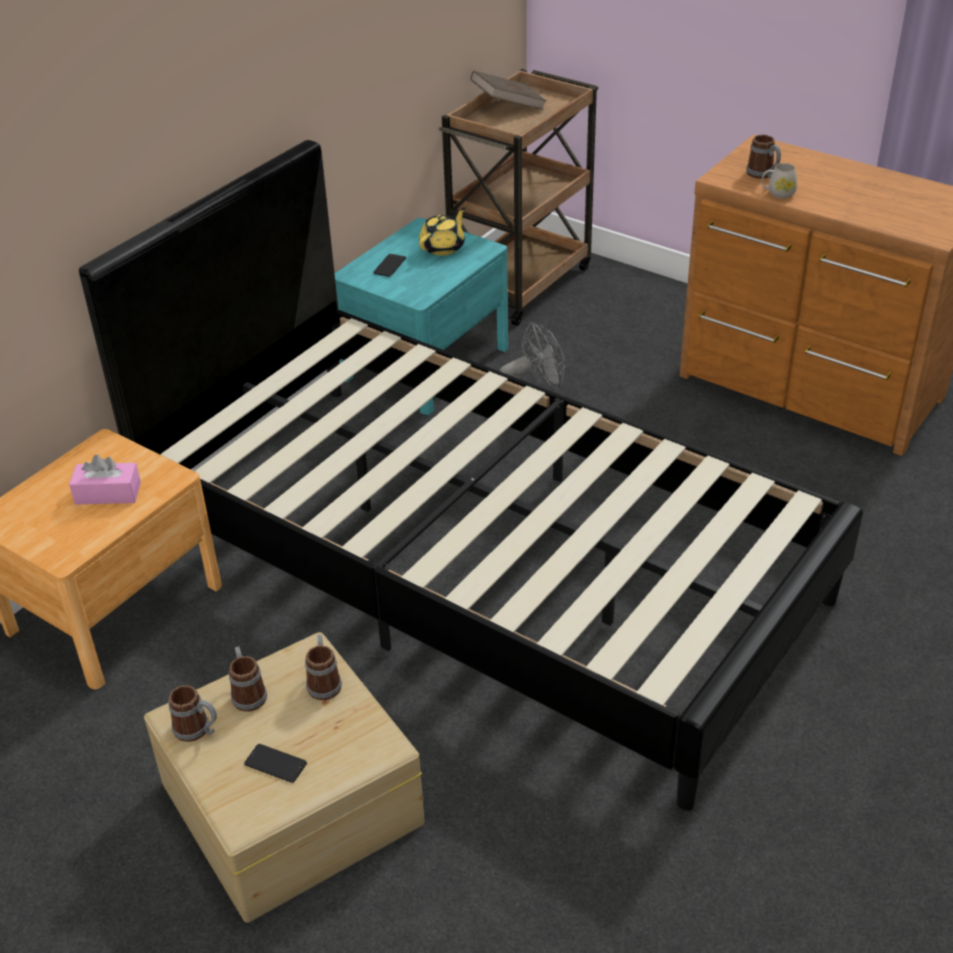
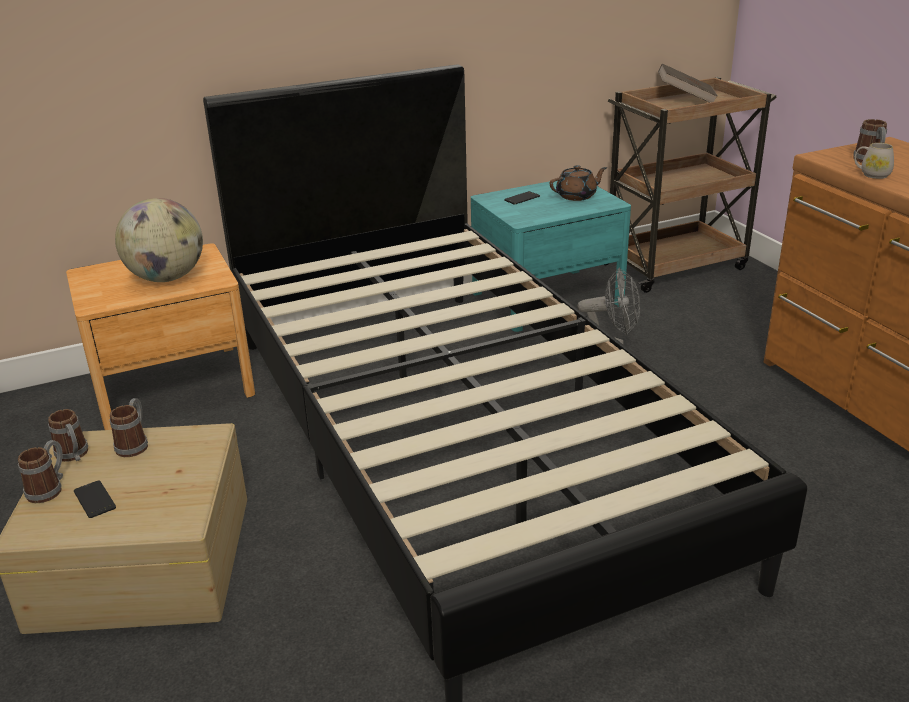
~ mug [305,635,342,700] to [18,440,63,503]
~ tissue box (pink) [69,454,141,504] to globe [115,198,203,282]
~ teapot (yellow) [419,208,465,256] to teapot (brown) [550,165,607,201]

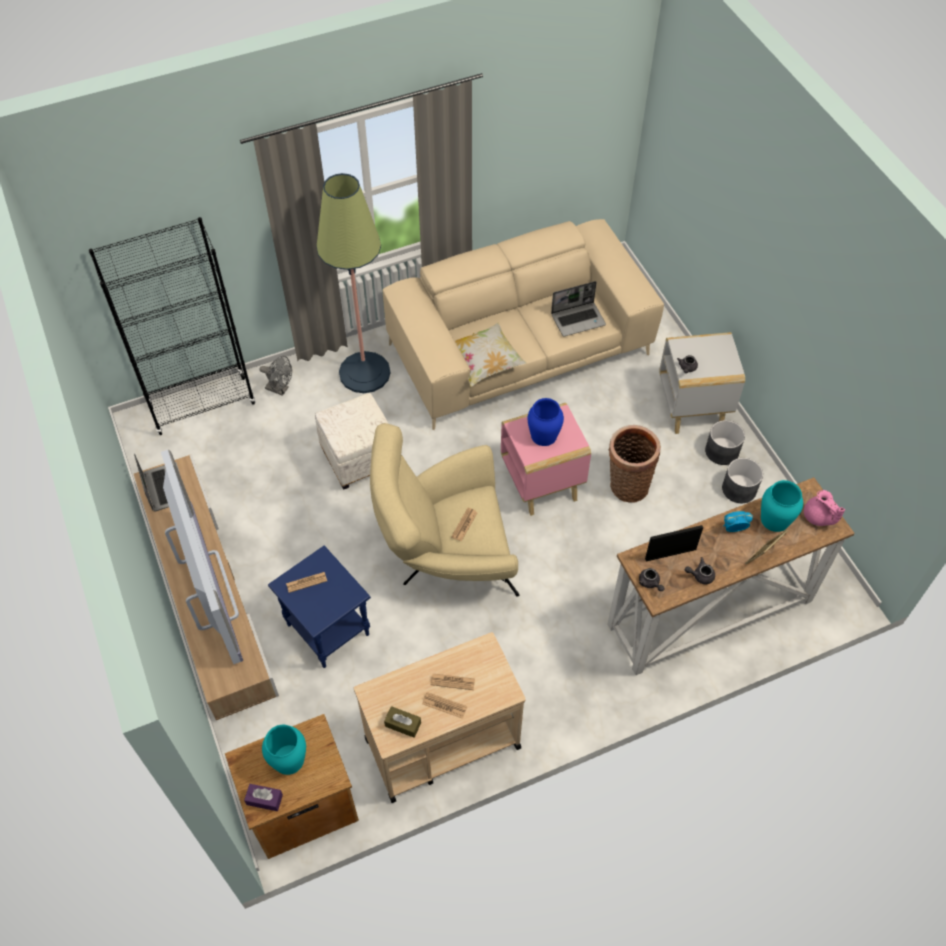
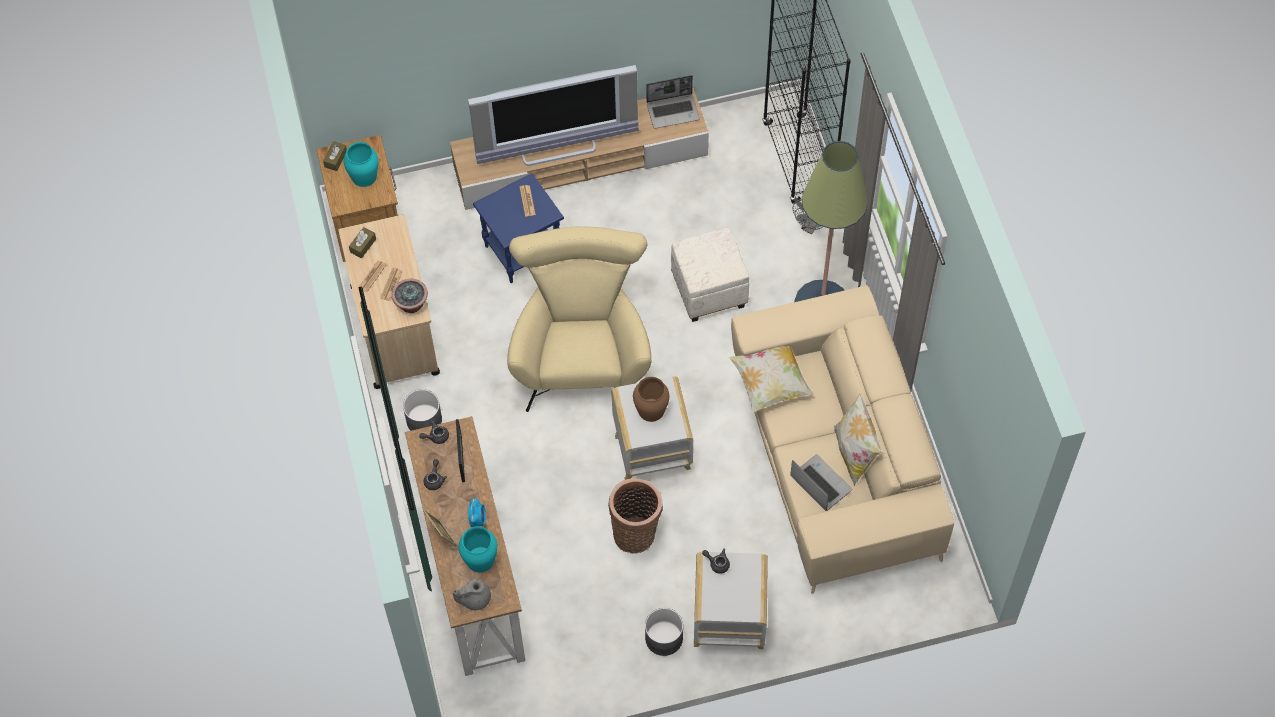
~ tissue box (purple) [244,784,283,811] to tissue box (brown) [323,141,347,171]
+ potted plant [392,279,428,313]
~ planter (grey) [722,458,763,503] to [403,389,442,431]
~ teapot (pink) [804,490,845,526] to teapot (grey) [452,578,491,610]
~ side table (pink) [501,403,591,516] to side table (white) [611,376,693,480]
~ vase (blue) [528,398,564,446] to vase (brown) [633,377,669,422]
~ laptop [551,281,606,337] = [790,454,852,511] 150 degrees clockwise
+ pillow [834,394,882,486]
- newspaper [451,508,478,542]

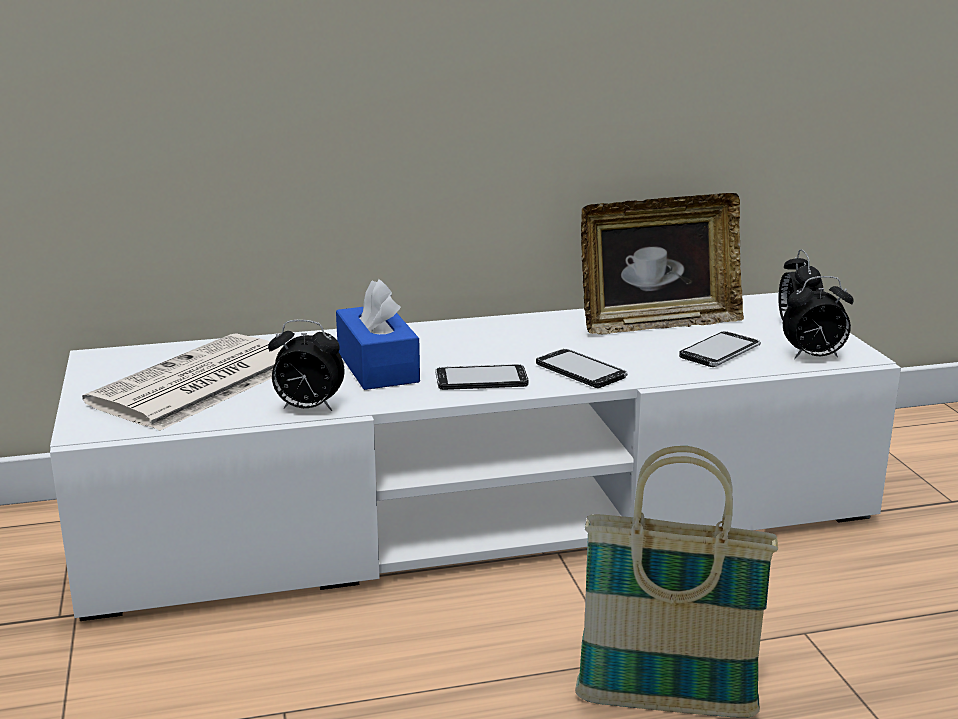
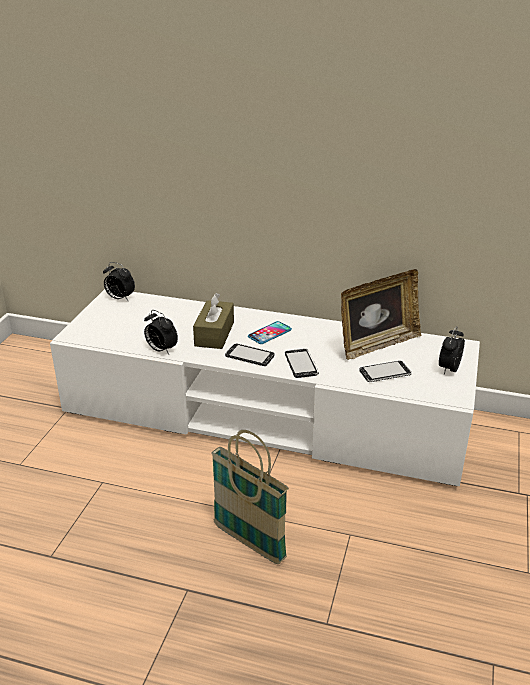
~ alarm clock [783,276,854,359] to [103,262,135,301]
~ tissue box (blue) [336,279,420,390] to tissue box (brown) [193,293,234,349]
+ phone [248,321,292,344]
~ picture frame [581,193,744,334] = [341,269,421,360] 45 degrees counterclockwise
- newspaper [82,333,283,431]

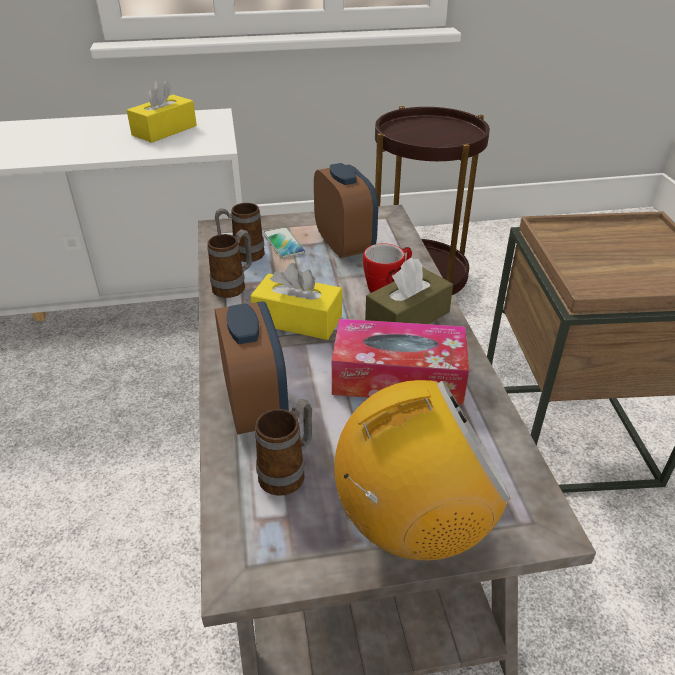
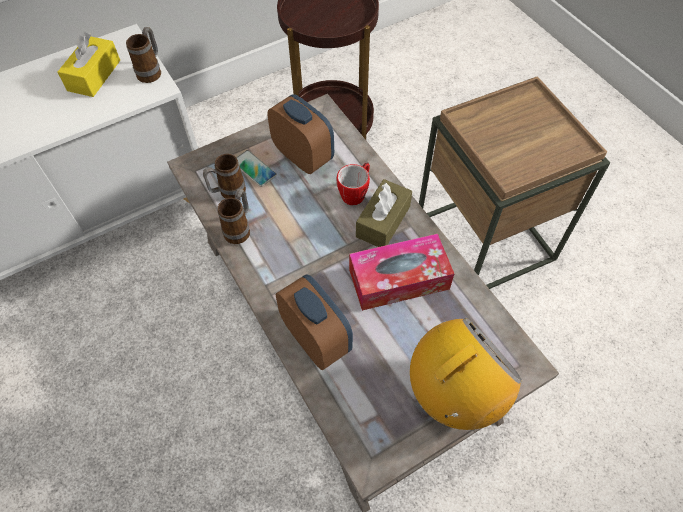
~ mug [255,399,312,496] to [126,27,161,83]
- tissue box (yellow) [250,263,342,340]

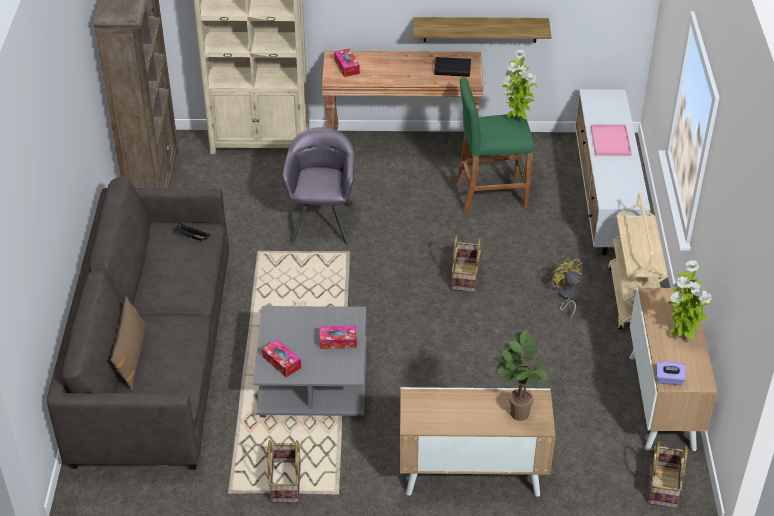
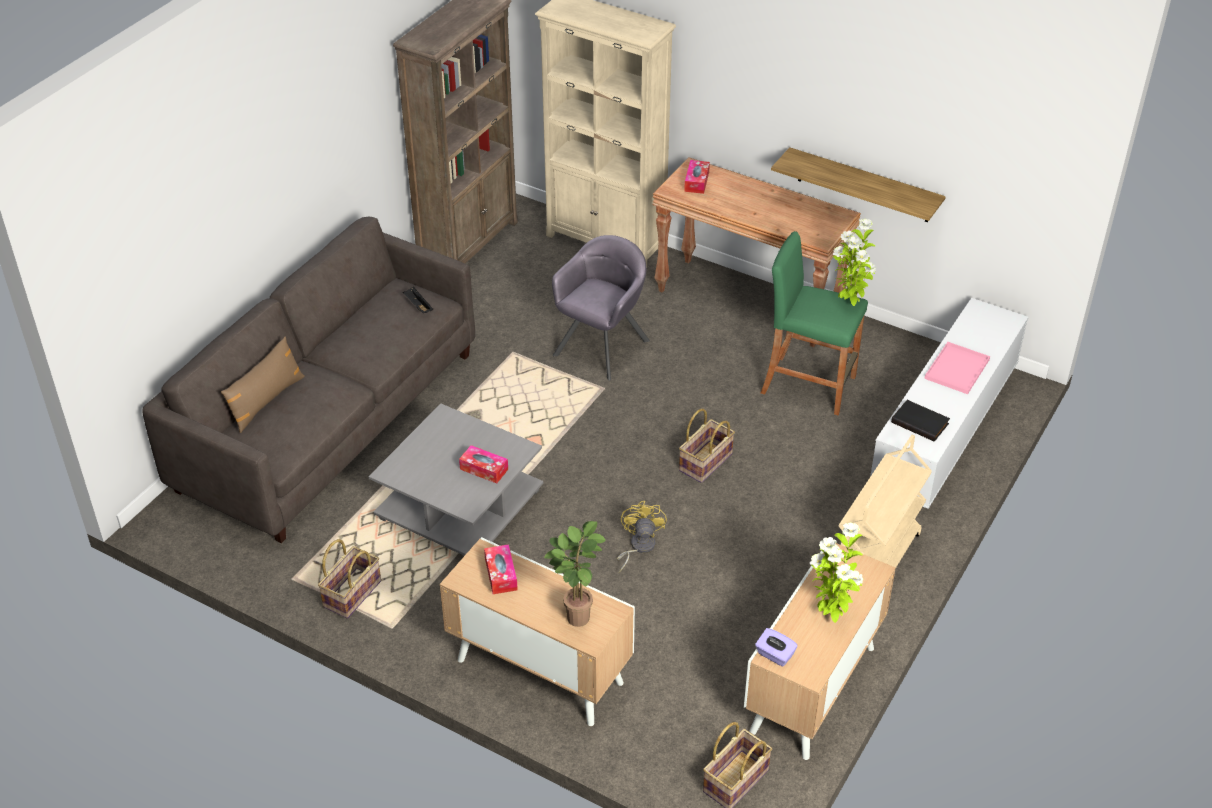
~ tissue box [262,339,301,377] to [484,544,518,594]
~ fan (yellow) [552,258,583,318] to [617,501,667,573]
~ book (black) [434,57,471,77] to [891,400,950,442]

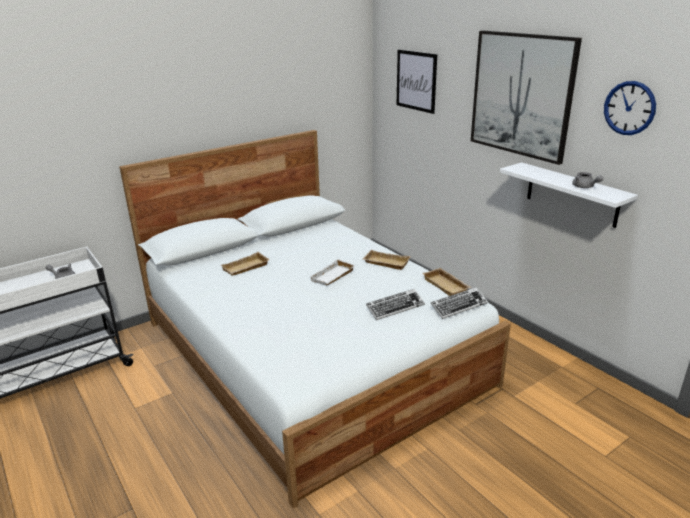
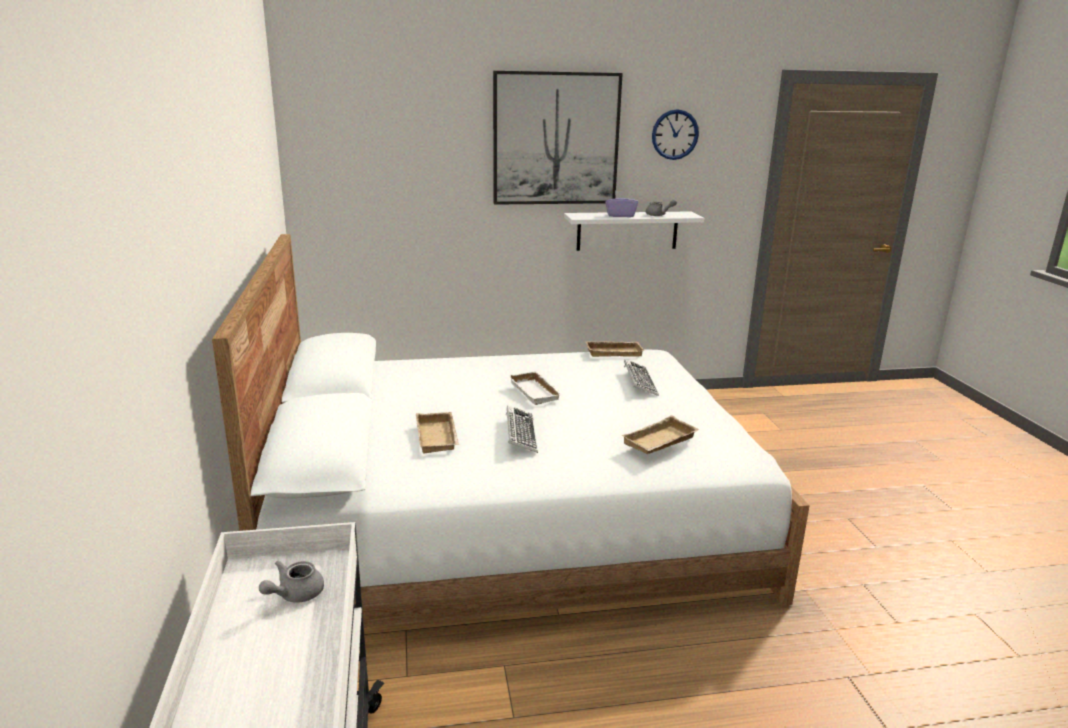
~ keyboard [430,287,488,319] to [506,405,538,453]
+ tissue box (purple) [605,191,638,217]
~ tray (beige) [362,250,411,270] to [621,415,699,454]
- picture [397,50,437,114]

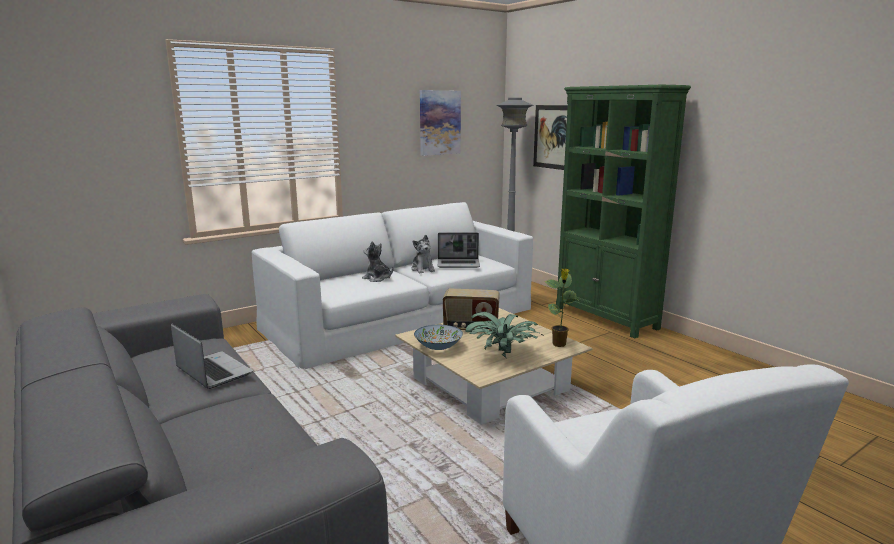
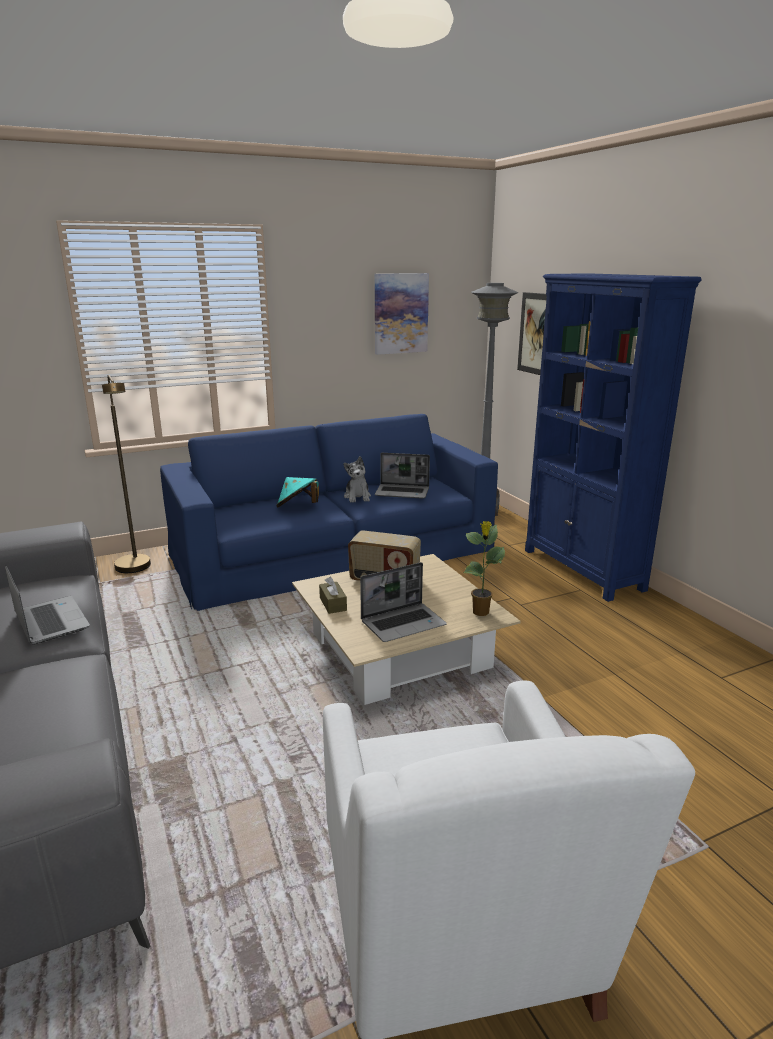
+ floor lamp (brown) [102,375,151,573]
~ sofa (white) [252,202,533,369] to sofa (blue) [160,414,498,611]
~ plush toy [362,241,394,282] to hat (turquoise) [276,477,319,507]
~ bowl [414,325,463,350] to tissue box (brown) [319,577,347,614]
~ potted plant [465,312,545,359] to laptop [360,562,447,642]
~ bookcase (green) [556,85,691,338] to bookcase (blue) [525,273,702,602]

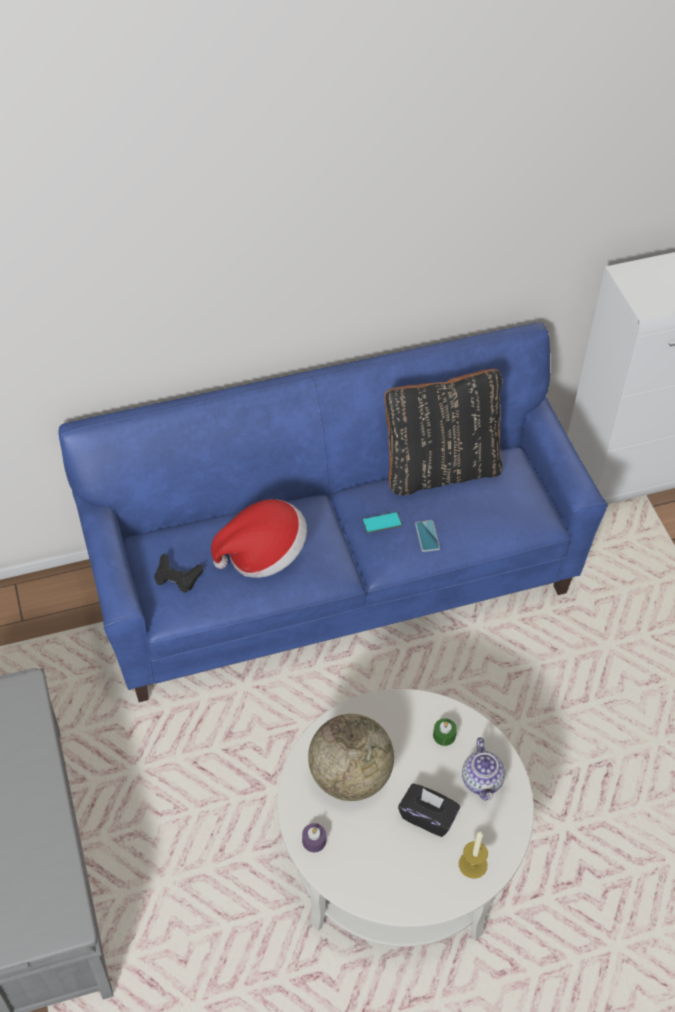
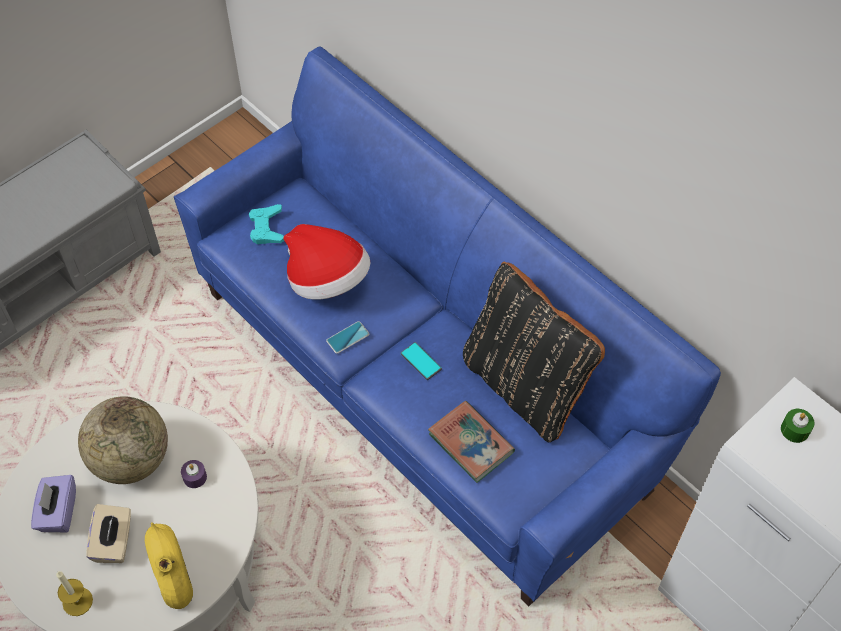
+ tissue box (purple) [31,475,76,532]
~ tissue box (black) [398,784,460,837] to tissue box (beige) [86,504,131,563]
~ teapot [462,737,505,801] to vase (yellow) [145,522,193,609]
~ candle (purple) [302,823,326,852] to [181,460,207,488]
~ game controller (black) [154,553,203,593] to game controller (turquoise) [249,204,284,244]
~ phone [415,520,440,552] to [326,321,369,354]
+ book [428,401,515,483]
~ candle (green) [433,718,457,746] to [781,409,815,443]

